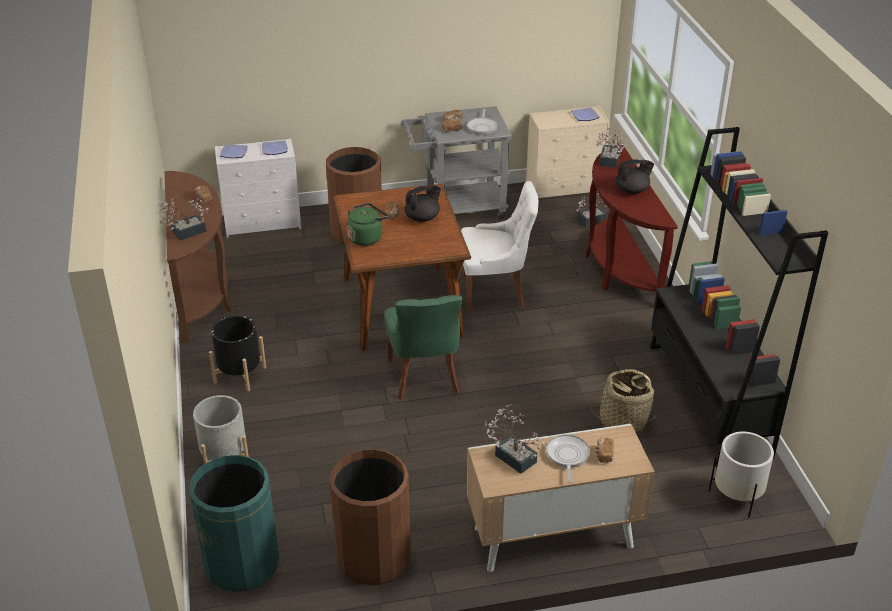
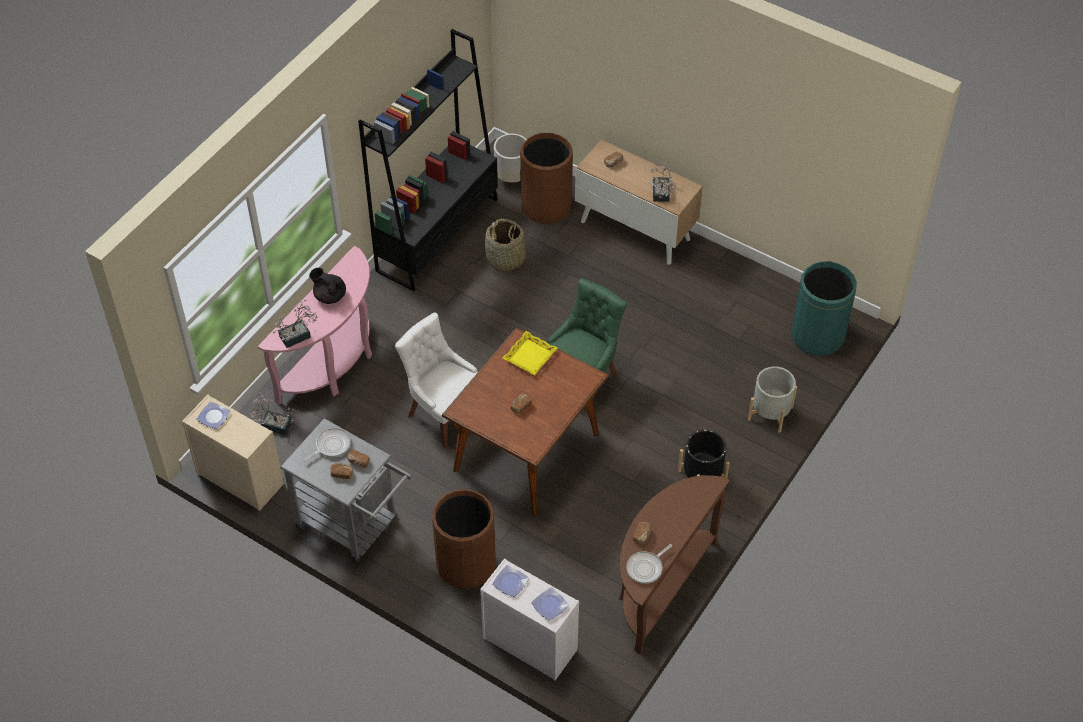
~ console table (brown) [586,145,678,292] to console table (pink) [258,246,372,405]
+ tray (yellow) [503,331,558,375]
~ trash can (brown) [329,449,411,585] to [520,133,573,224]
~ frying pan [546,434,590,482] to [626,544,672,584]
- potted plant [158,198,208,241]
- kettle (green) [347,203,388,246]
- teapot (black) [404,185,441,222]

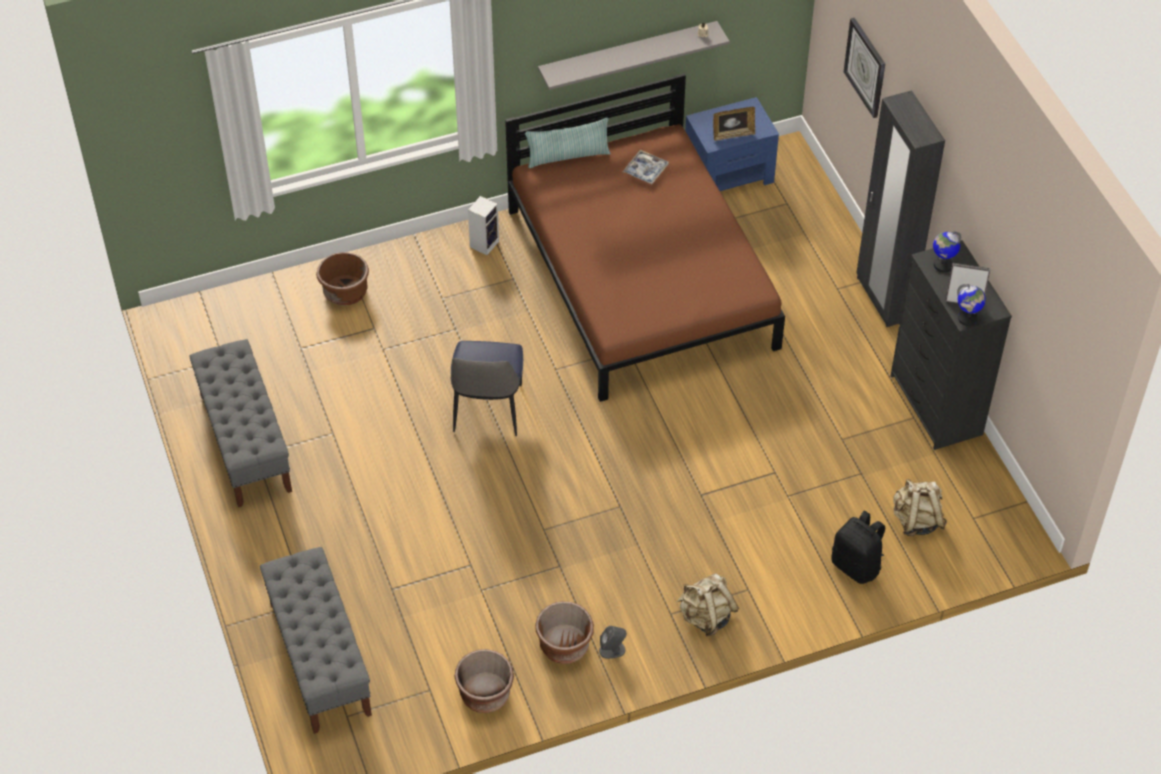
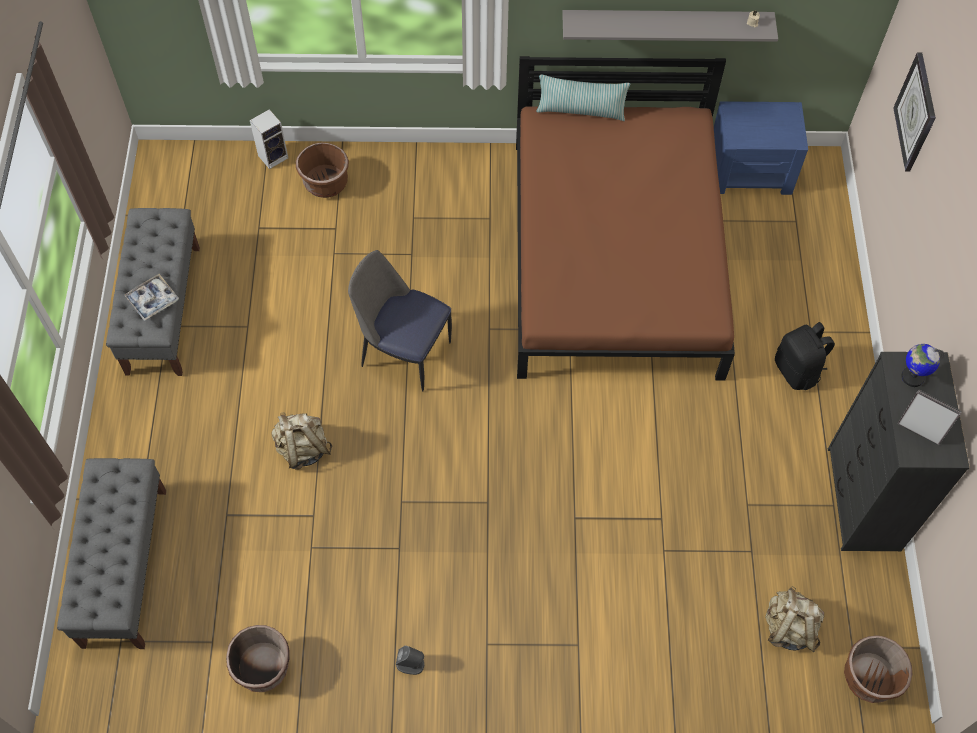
~ tray [623,150,669,184] to [124,274,179,321]
~ speaker [468,196,499,255] to [250,109,288,169]
~ backpack (beige) [677,573,739,636] to [272,413,332,470]
~ chair [451,341,523,436] = [348,250,452,391] 90 degrees clockwise
~ backpack (black) [831,511,885,584] to [775,322,835,390]
~ planter (brown) [535,601,594,664] to [844,635,912,703]
- picture frame [713,107,755,141]
- wardrobe (black) [856,90,945,327]
- globe [957,284,986,326]

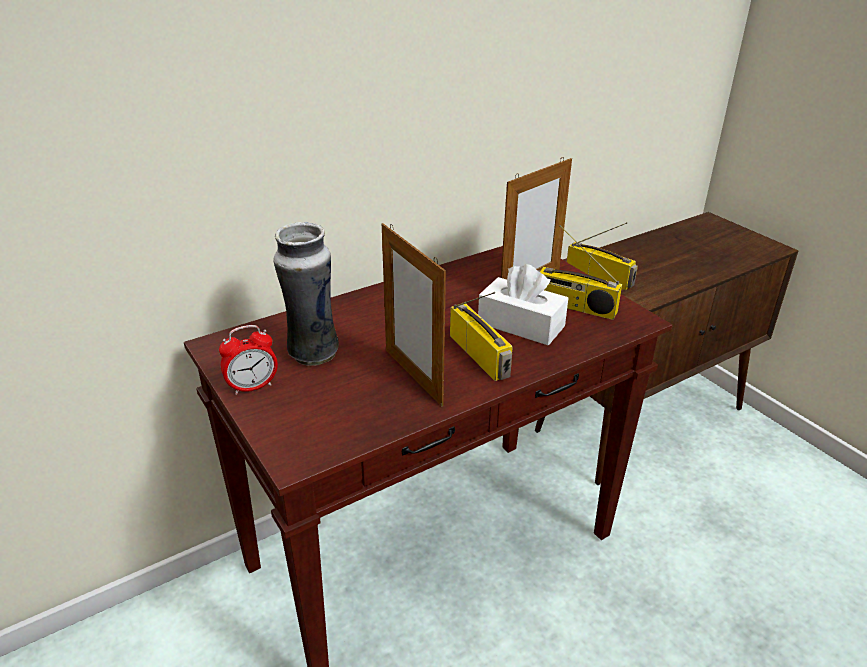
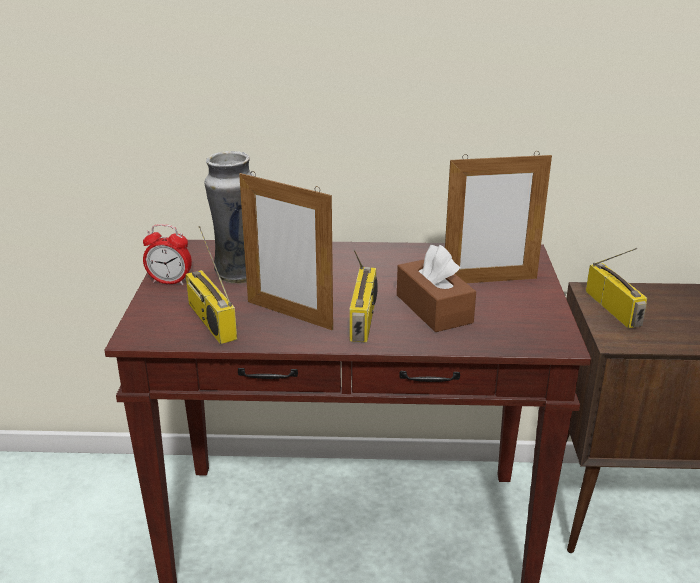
~ radio [538,225,622,320] to [186,226,237,344]
~ picture frame [382,223,446,406] = [239,171,333,330] 60 degrees counterclockwise
~ tissue box (white) [478,264,568,345] to tissue box (brown) [397,244,476,332]

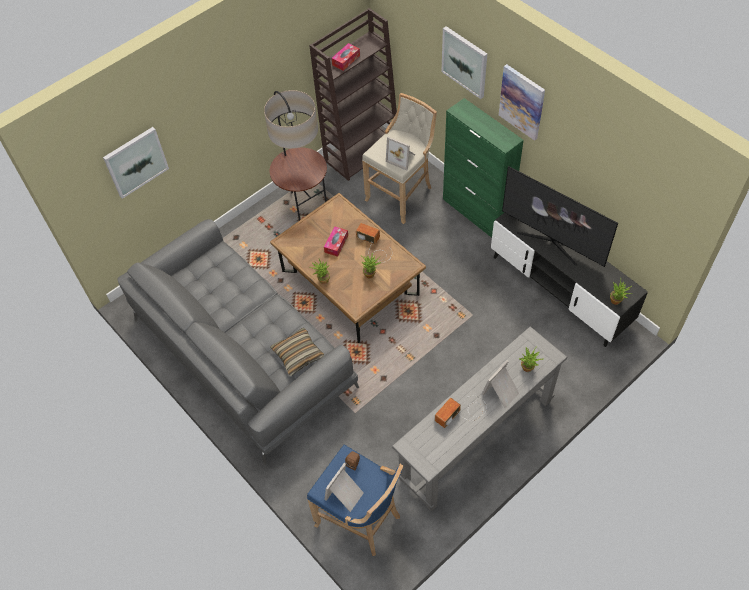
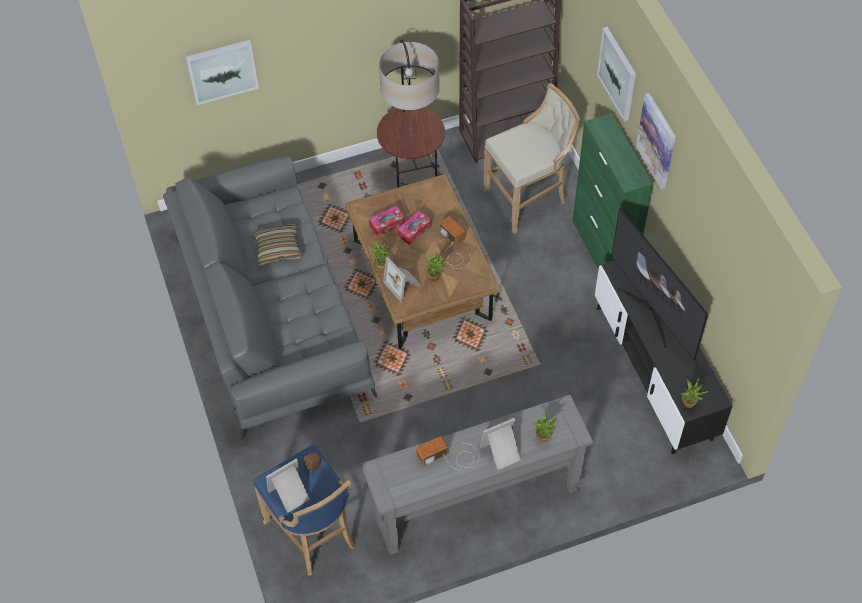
~ pillow [270,328,324,376] to [253,223,302,266]
~ tissue box [332,43,360,71] to [369,205,405,237]
~ picture frame [386,137,415,170] to [383,257,422,302]

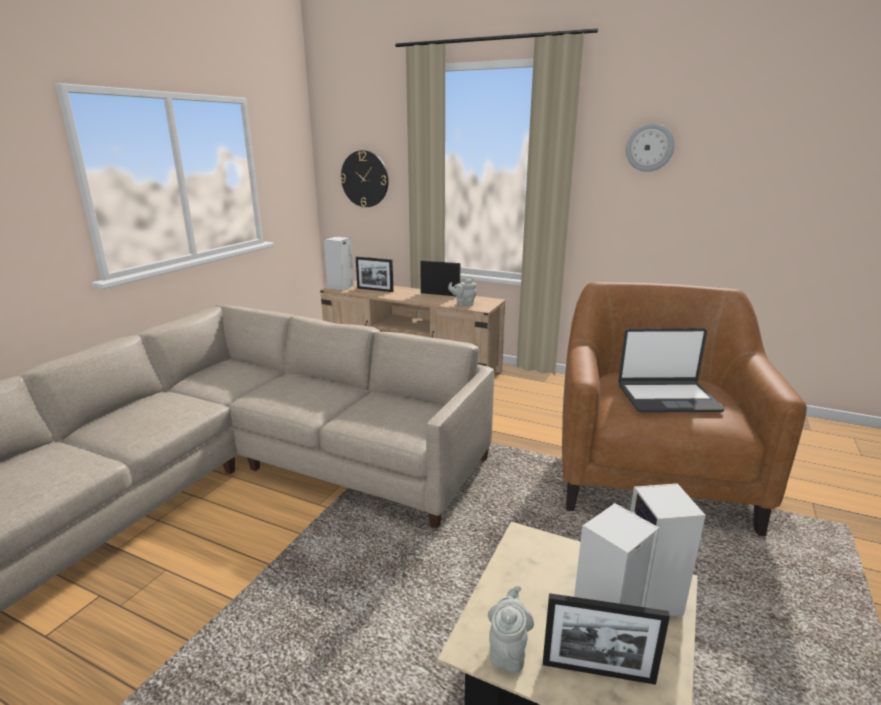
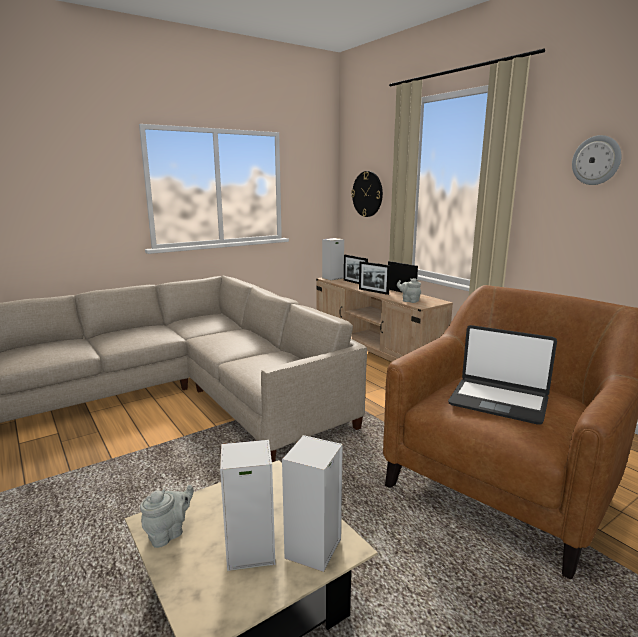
~ picture frame [543,593,670,685] to [359,261,390,295]

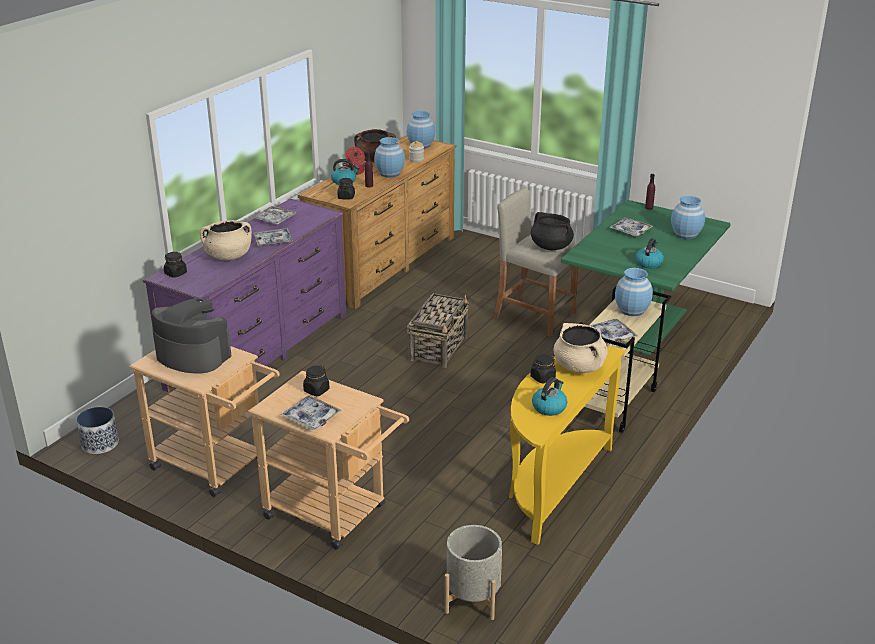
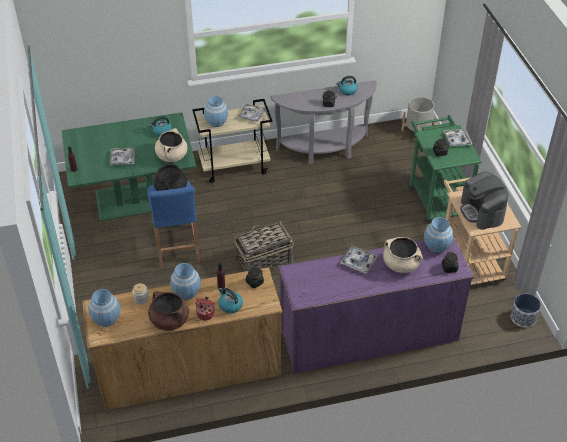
~ stool (beige) [493,187,578,337] to stool (blue) [147,181,200,268]
~ cooking pot (beige) [554,323,608,373] to [155,128,187,162]
~ console table (yellow) [509,347,625,545] to console table (grey) [270,80,377,165]
~ cart (beige) [248,371,409,549] to cart (green) [408,115,482,222]
~ vase (blue) [671,196,705,239] to [424,217,453,253]
- tray [253,206,297,224]

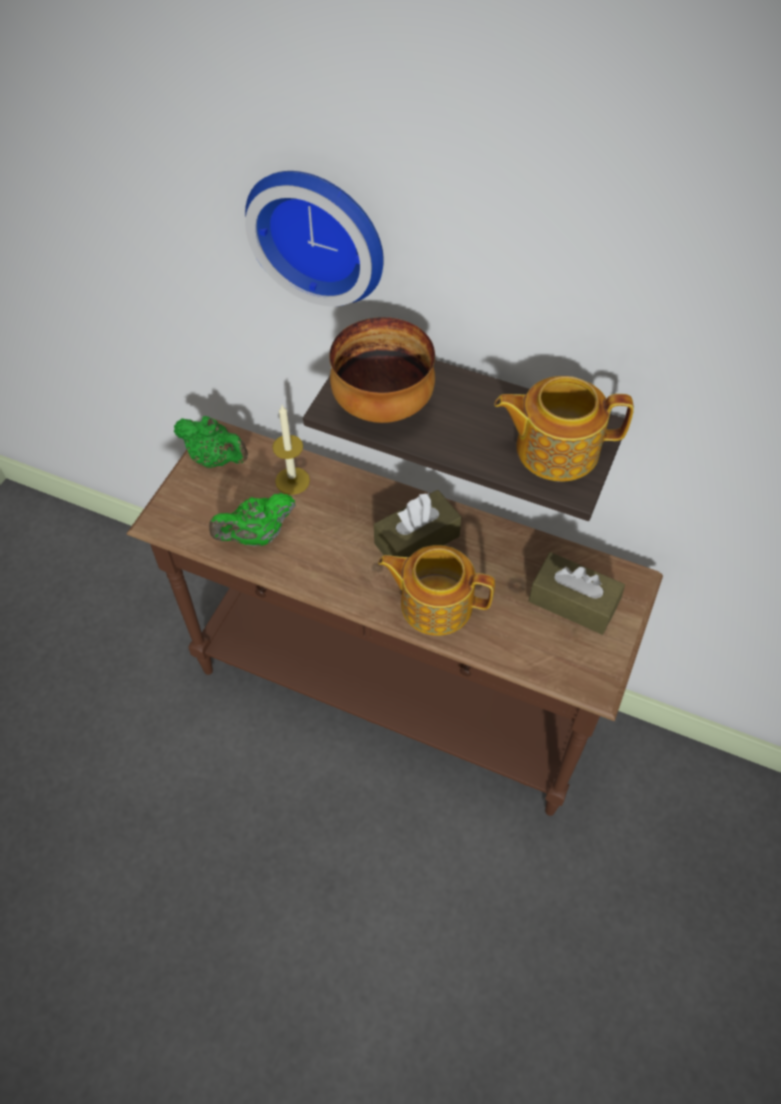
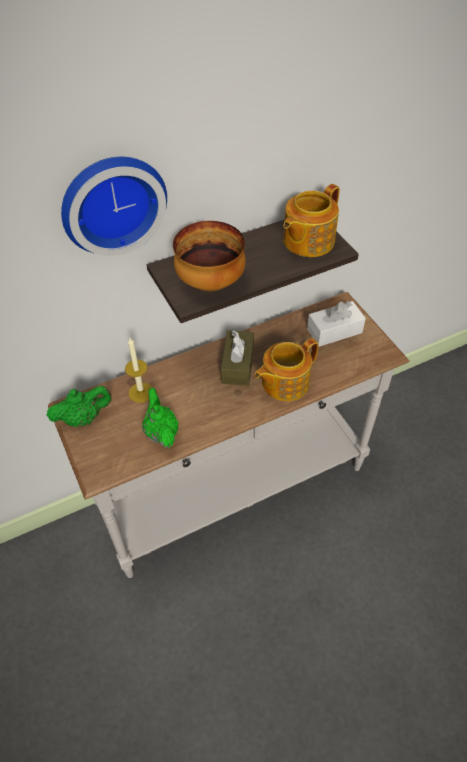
~ console table (brown) [127,419,663,816] to console table (white) [48,292,410,578]
~ teapot (green) [209,493,296,546] = [142,388,179,448] 150 degrees clockwise
~ tissue box (brown) [529,552,625,635] to tissue box (white) [307,301,366,347]

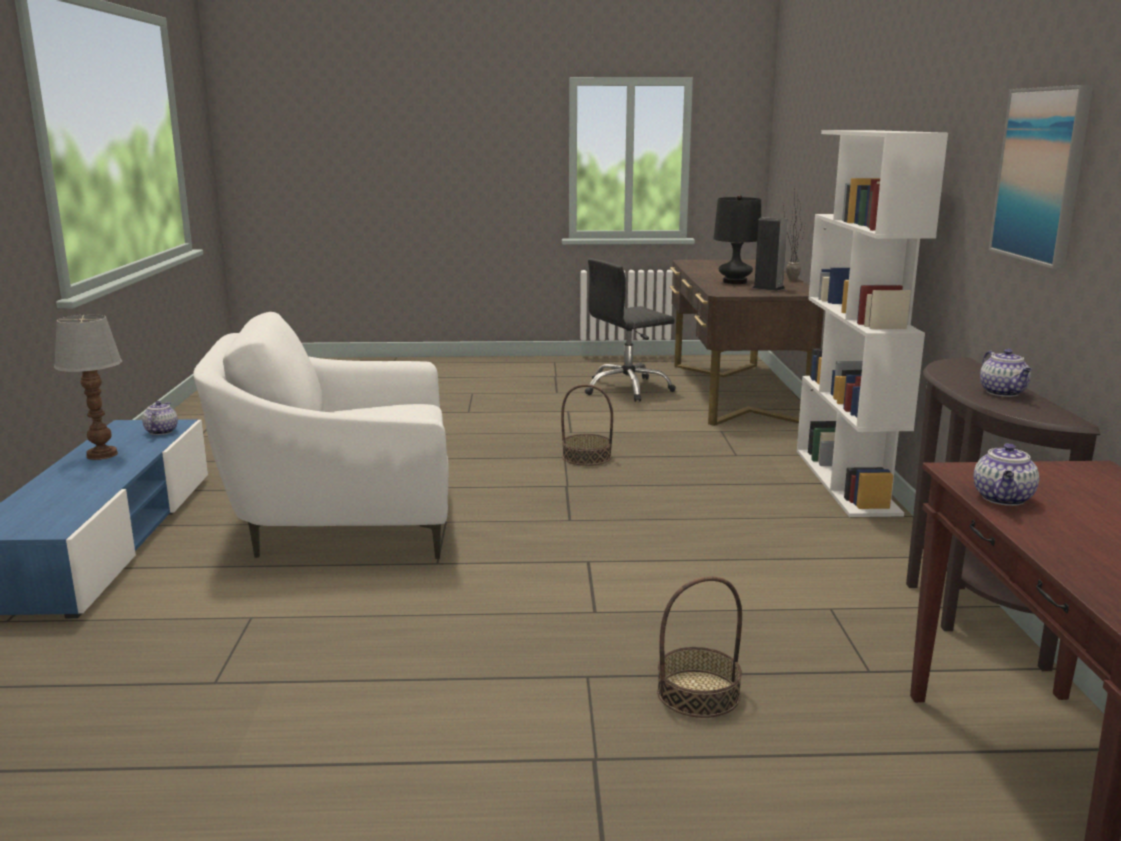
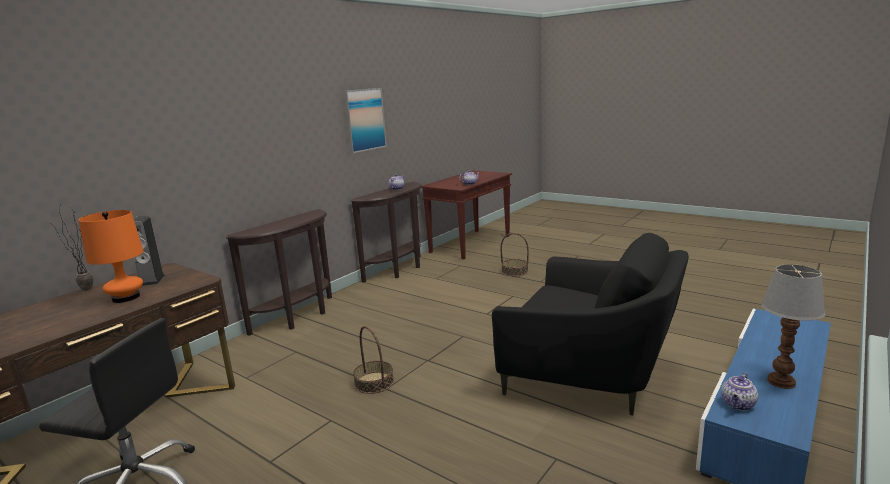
~ table lamp (black) [714,195,761,284] to table lamp (orange) [78,210,144,303]
~ bookcase (white) [797,130,948,517] to console table (brown) [226,209,332,336]
~ armchair (white) [193,312,449,559] to armchair (black) [492,233,689,416]

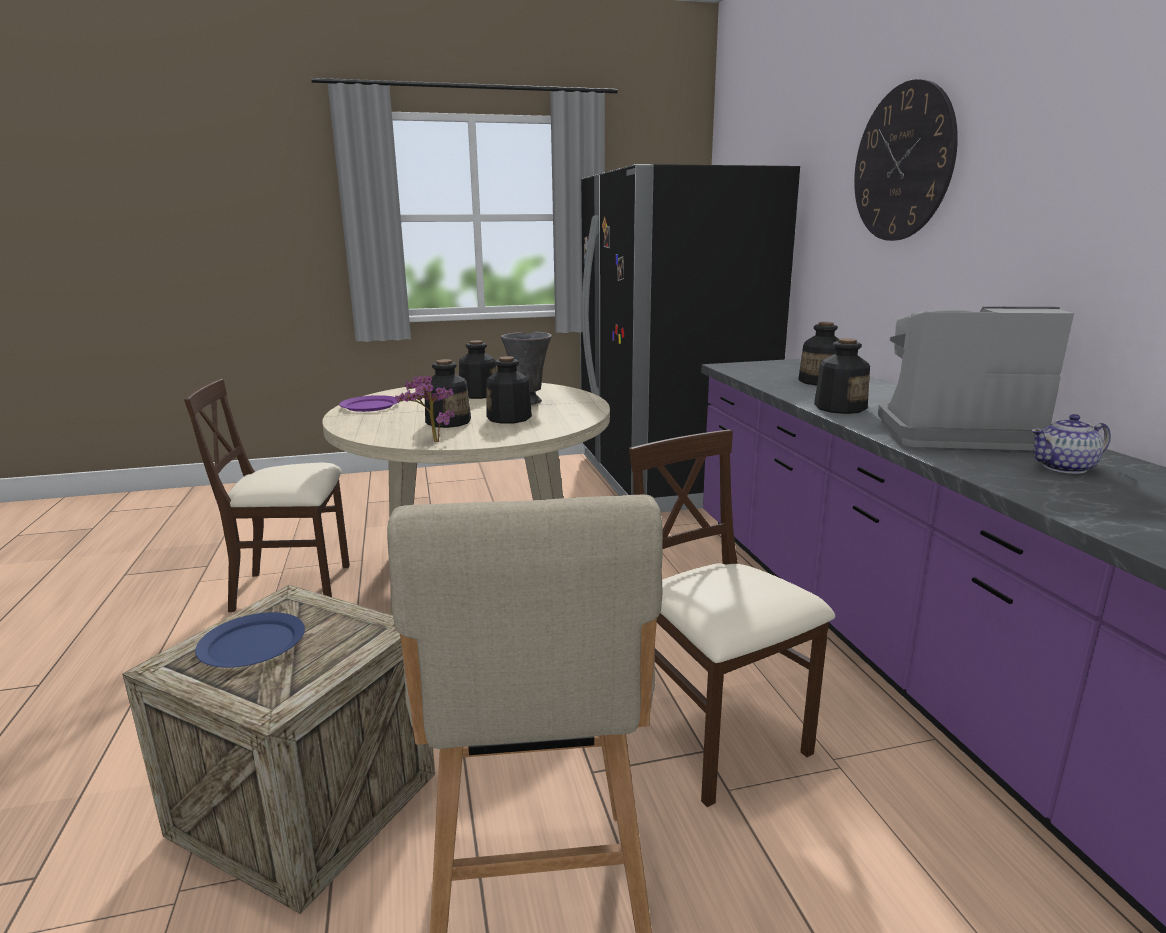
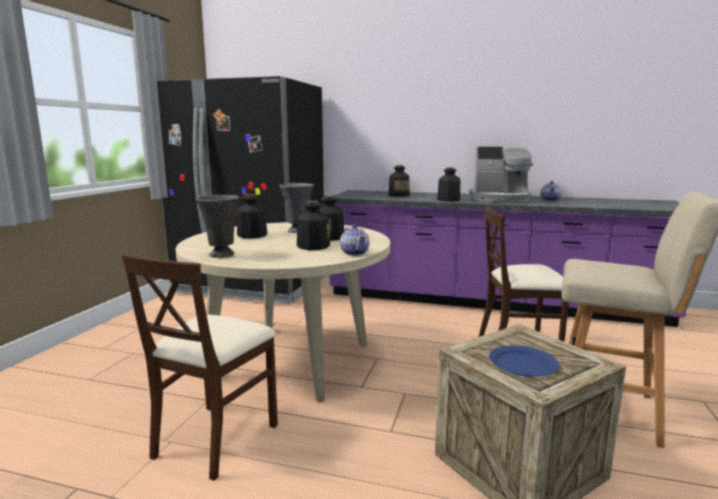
~ plate (purple) [339,395,397,412] to vase (grey) [196,195,240,258]
~ potted plant [395,375,454,442] to teapot [340,225,370,256]
~ coffee machine [878,307,1074,450] = [469,147,533,203] 120 degrees counterclockwise
- wall clock [854,79,958,241]

